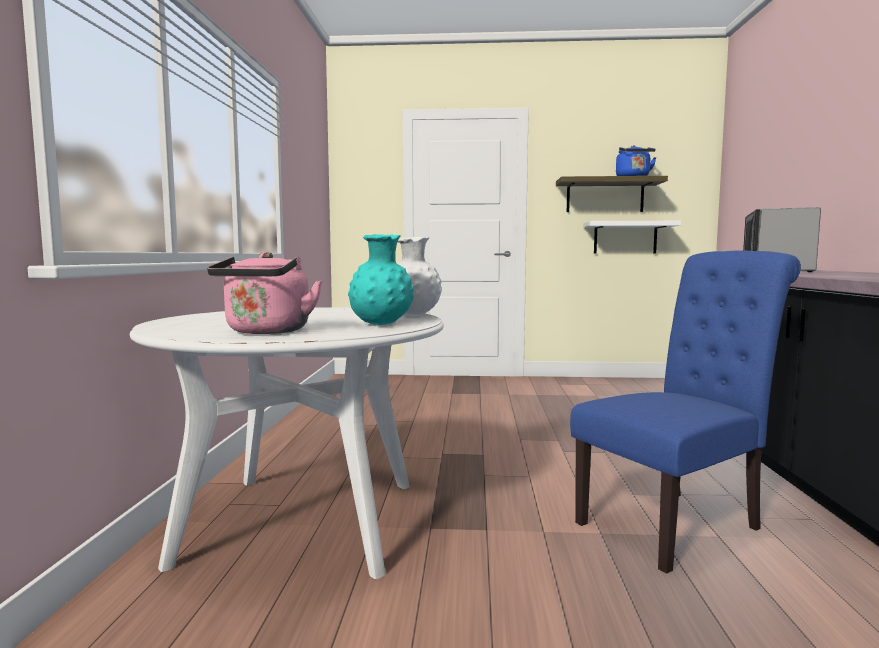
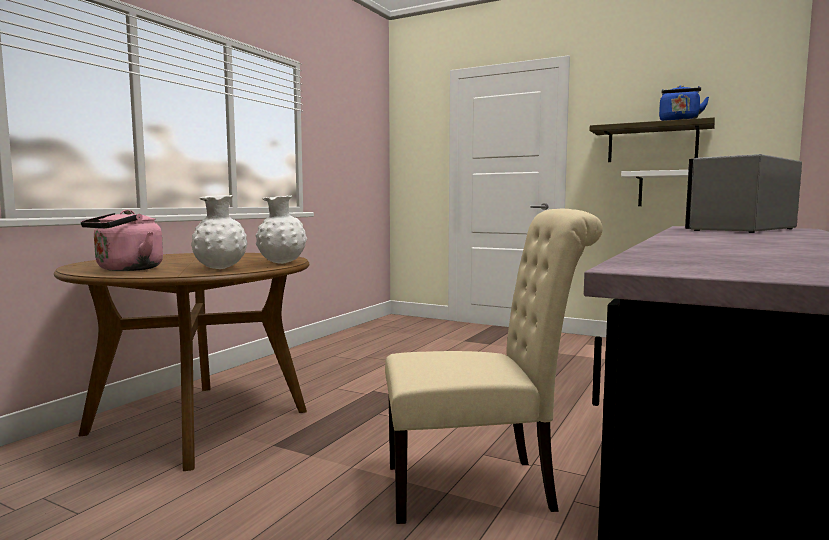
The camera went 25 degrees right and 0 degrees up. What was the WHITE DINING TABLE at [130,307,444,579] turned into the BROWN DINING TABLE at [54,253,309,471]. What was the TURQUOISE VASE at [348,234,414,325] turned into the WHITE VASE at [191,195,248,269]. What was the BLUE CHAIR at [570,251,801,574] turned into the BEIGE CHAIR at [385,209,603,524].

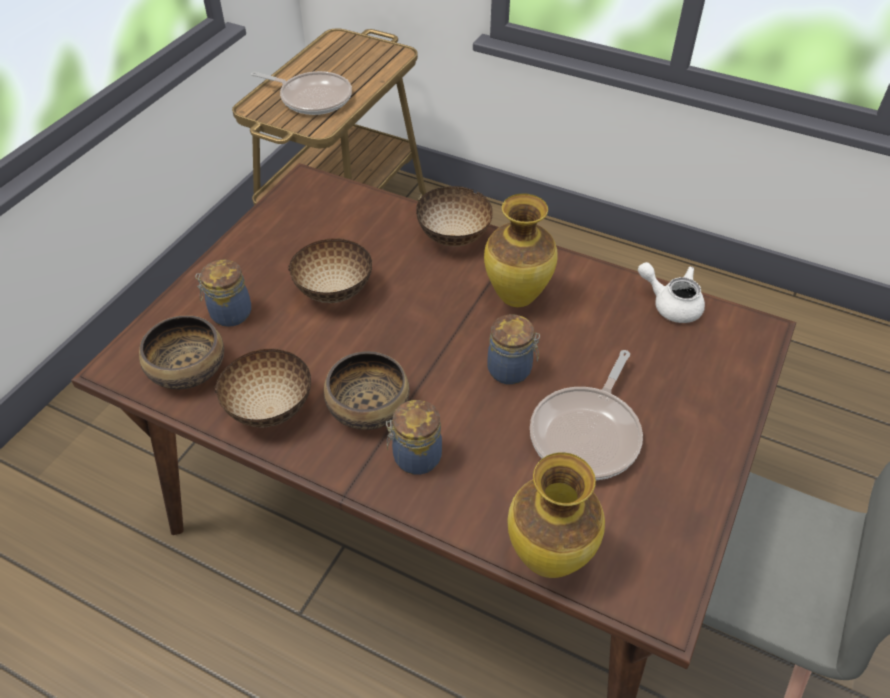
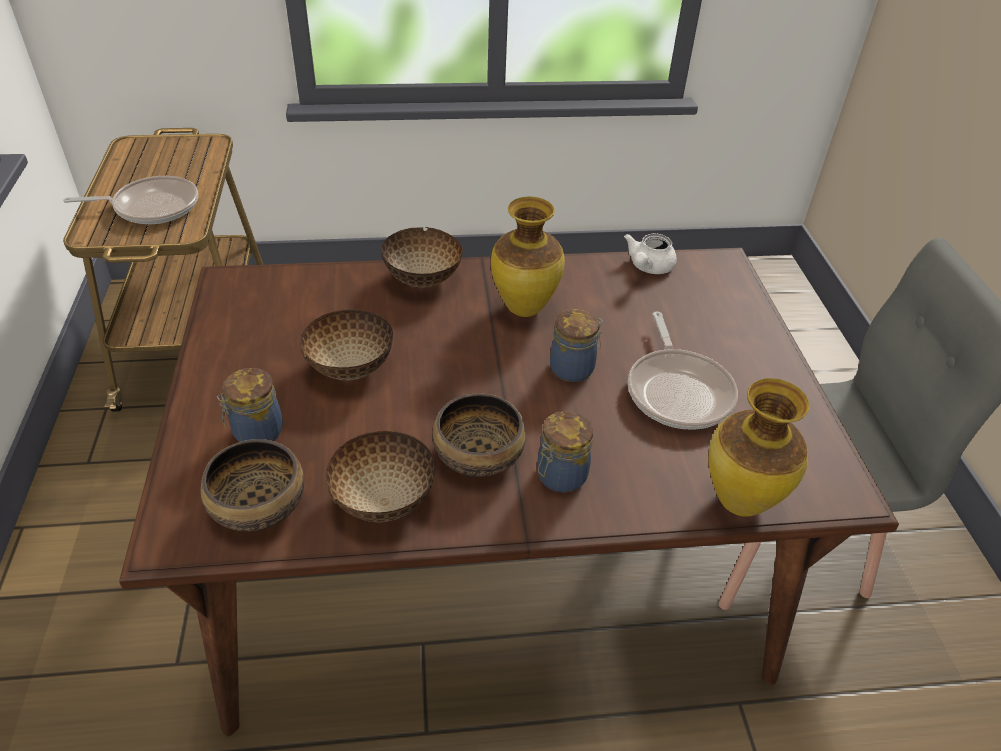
The camera went 35 degrees left and 5 degrees down. The WHITE TEAPOT at [638,262,705,323] ended up facing another way, 60 degrees counterclockwise from before.

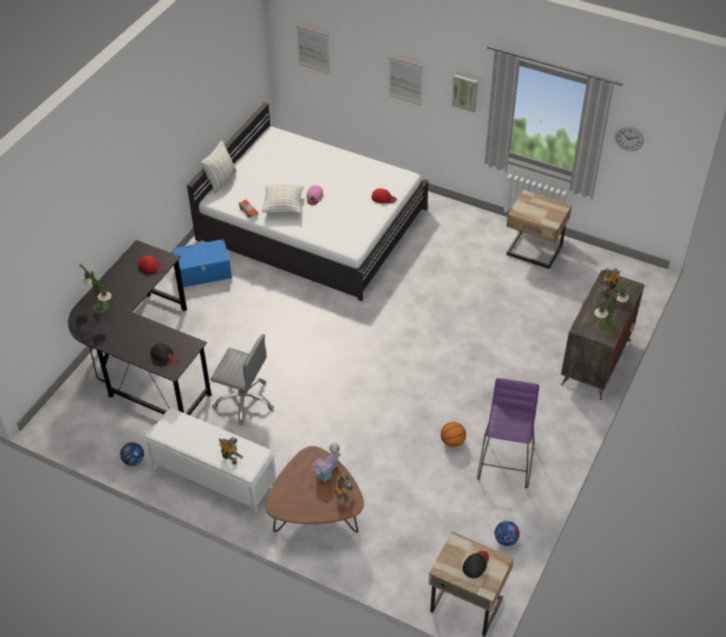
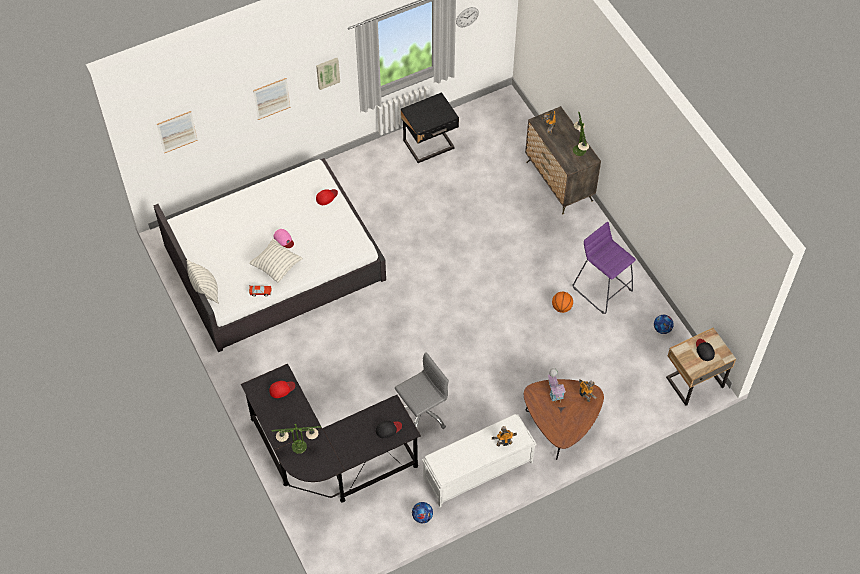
The camera went 55 degrees left and 10 degrees up. The second view lost the BLUE STORAGE BOX at [172,239,232,287]. What was the BEIGE NIGHTSTAND at [506,190,572,269] turned into the BLACK NIGHTSTAND at [401,92,459,163].

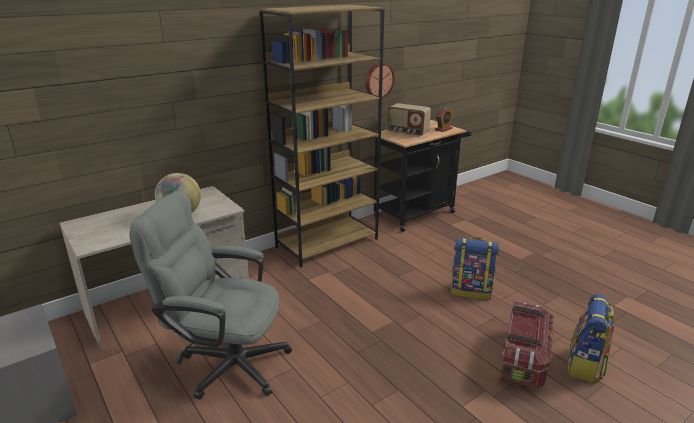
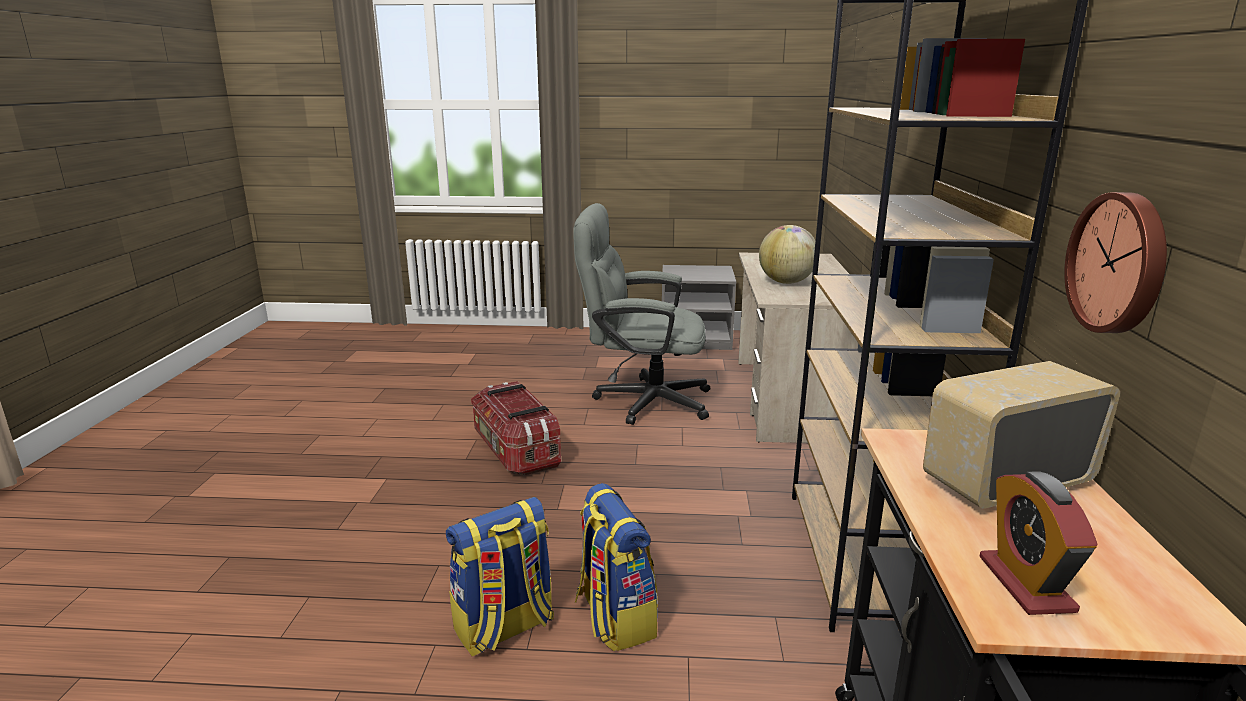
The camera went 130 degrees right and 5 degrees down. The STORAGE BOX ended up elsewhere, having gone from [500,301,554,388] to [471,381,561,476]. The BACKPACK ended up elsewhere, having gone from [568,294,614,383] to [575,483,658,652]. The GREY OFFICE CHAIR at [129,190,292,400] ended up facing another way, 135 degrees counterclockwise from before.

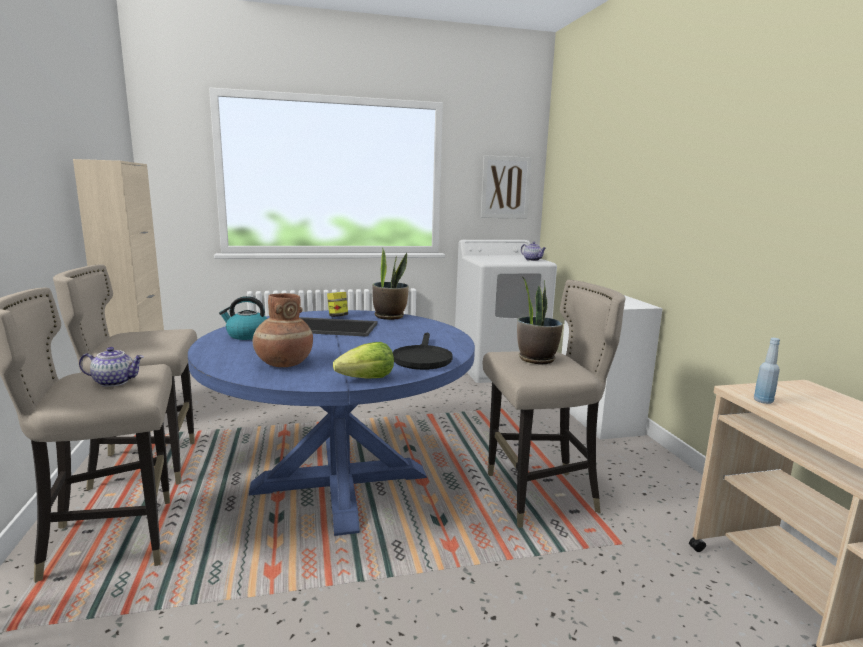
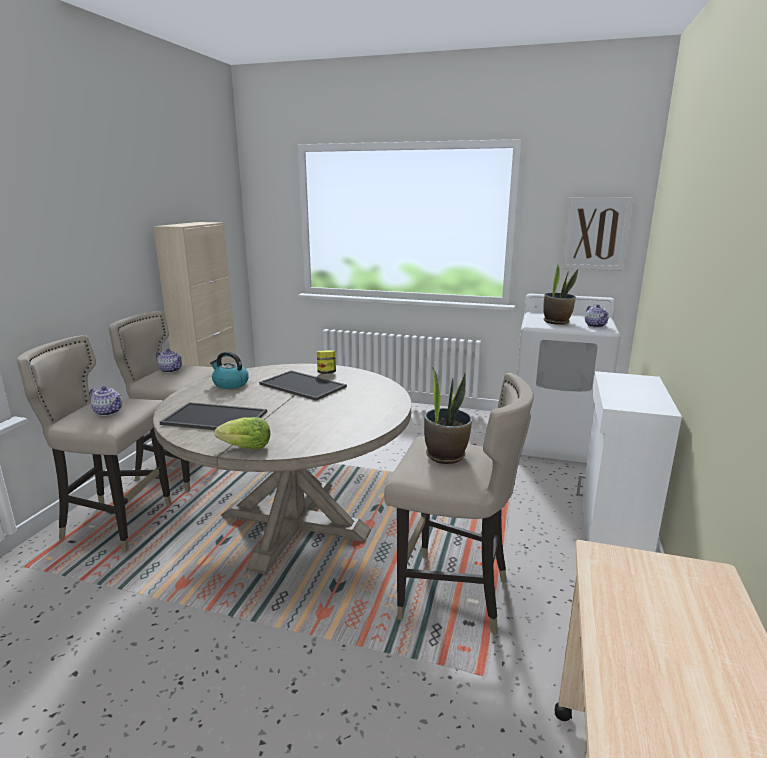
The camera went 30 degrees right and 5 degrees up. The second view lost the BLACK FRYING PAN at [392,333,453,370]. The second view lost the BLUE BOTTLE at [754,338,780,404]. The second view gained the TEAPOT at [156,349,182,373]. The POTTED PLANT ended up elsewhere, having gone from [372,247,409,320] to [543,264,578,325]. Where the BROWN VASE stood at [253,293,313,367], the TRAY came to stand at [160,402,267,430]. What was the BLUE DINING TABLE at [188,310,475,536] turned into the BEIGE DINING TABLE at [153,364,411,575].

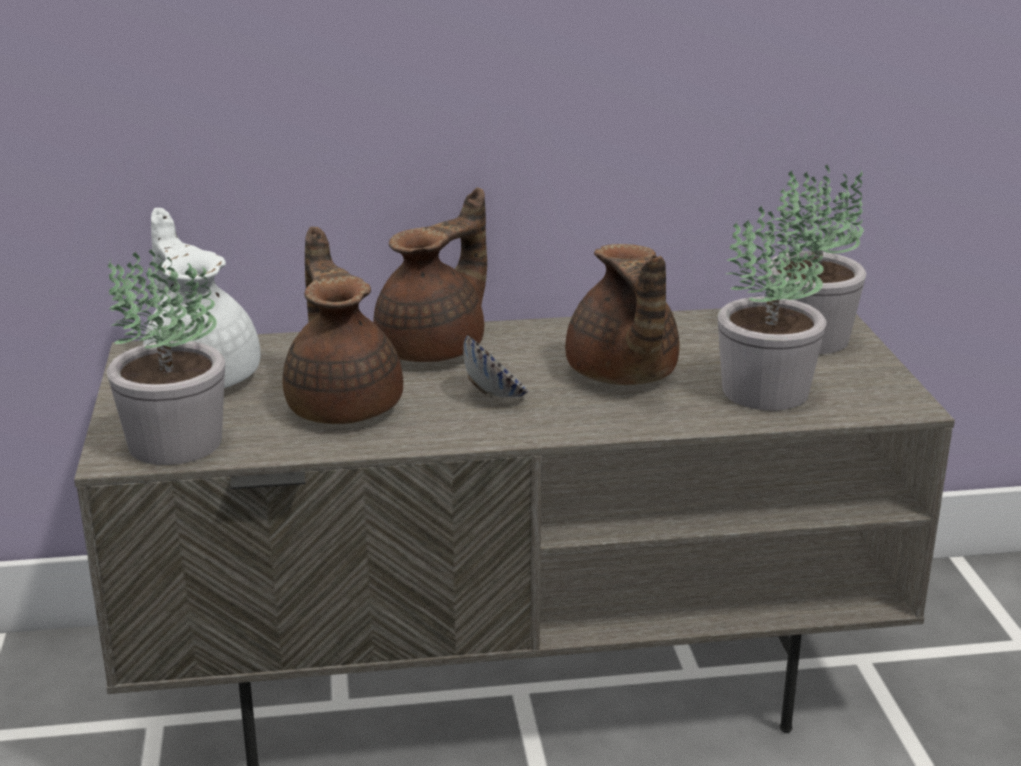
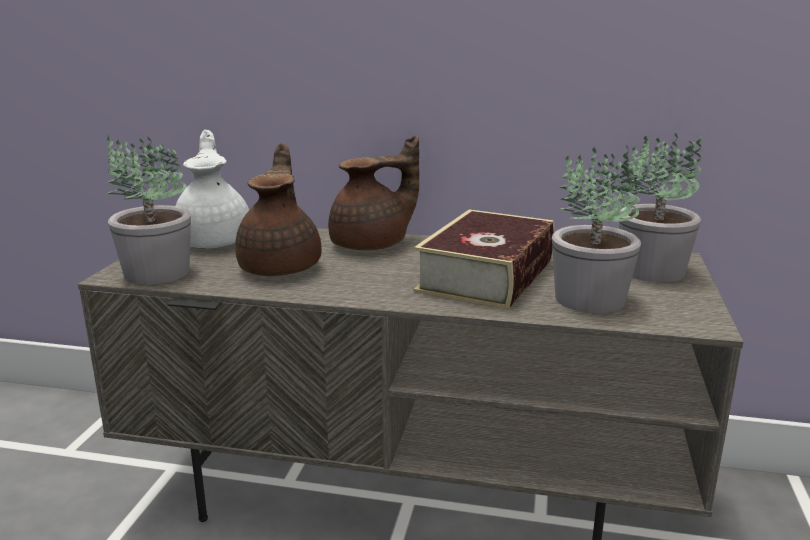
The camera went 20 degrees right and 5 degrees down. The second view lost the BOWL at [463,335,528,398]. Where the BROWN TEAPOT stood at [565,244,680,385], the BOOK came to stand at [413,209,555,309].

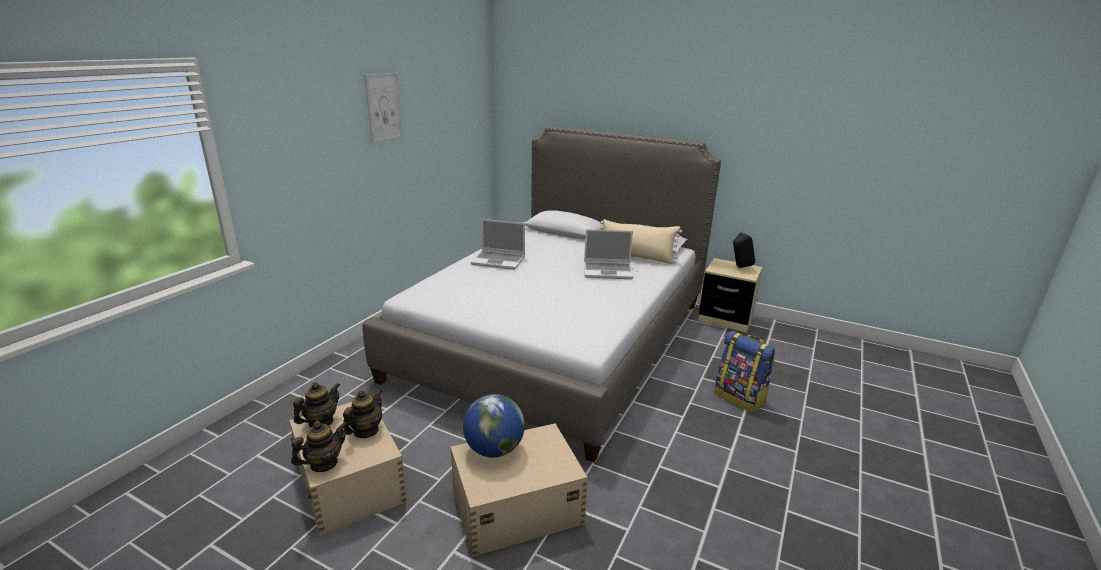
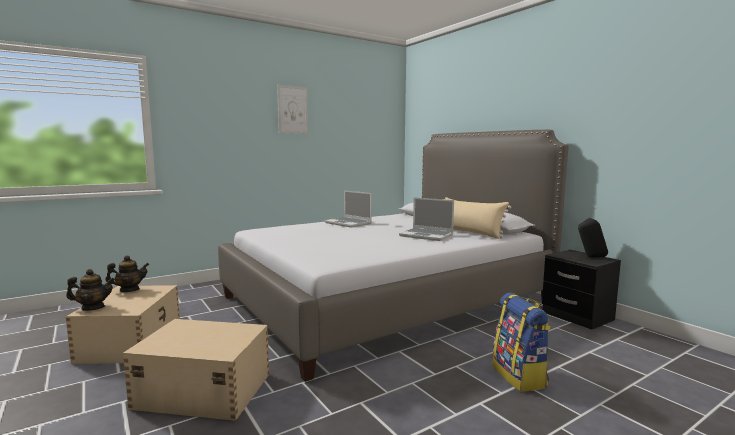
The camera went 30 degrees right and 15 degrees down. The second view lost the TEAPOT at [343,390,382,438]. The second view lost the GLOBE at [463,394,525,458]. What was the BEIGE NIGHTSTAND at [698,258,763,332] turned into the BLACK NIGHTSTAND at [542,250,621,330].

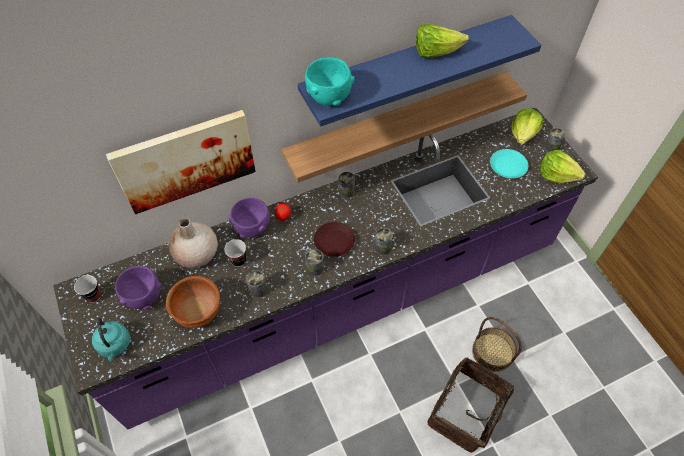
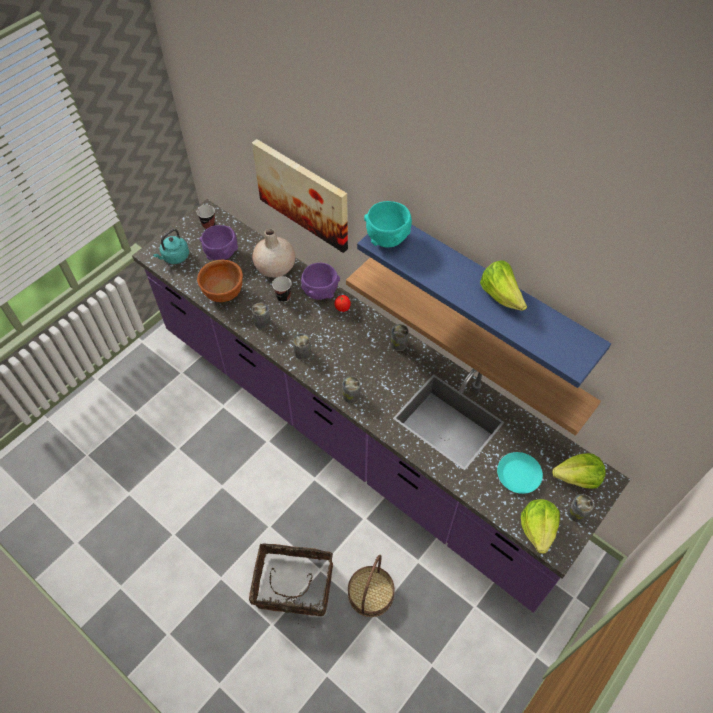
The camera went 65 degrees right and 0 degrees up. The second view lost the BROWN PLATE at [314,222,355,257].

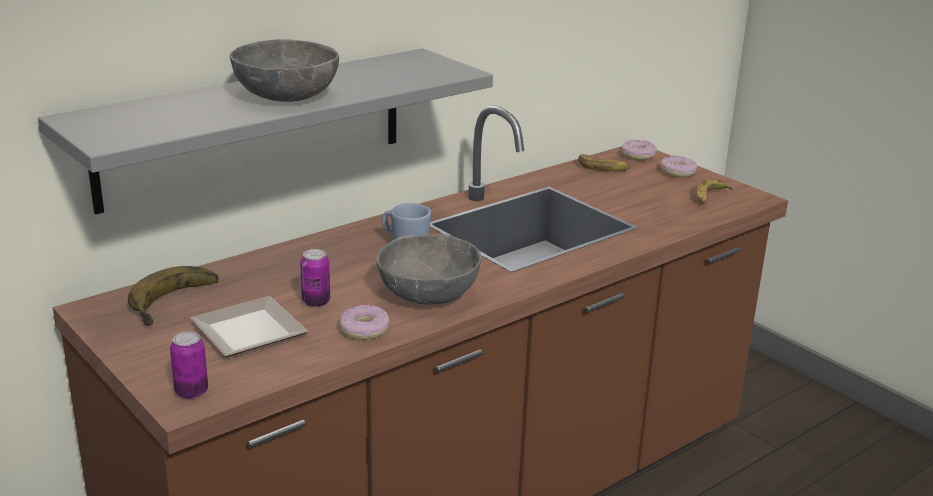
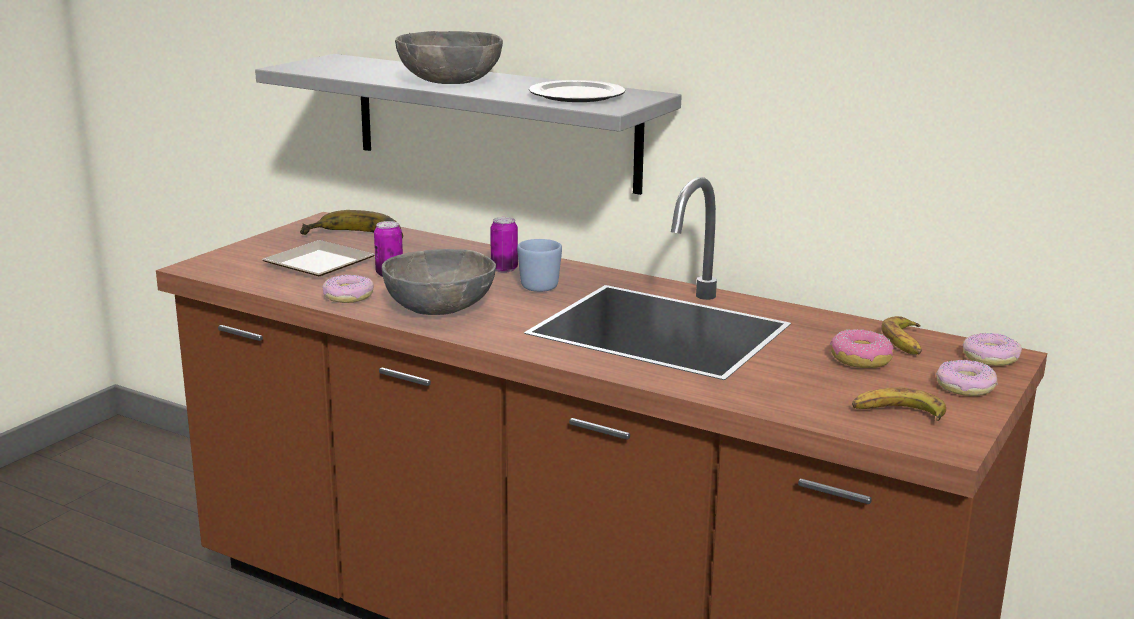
The camera went 70 degrees right and 5 degrees down. The second view gained the PLATE at [529,80,625,102]. The second view gained the DONUT at [830,329,894,368]. The CAN ended up elsewhere, having gone from [170,331,208,399] to [490,217,518,273].

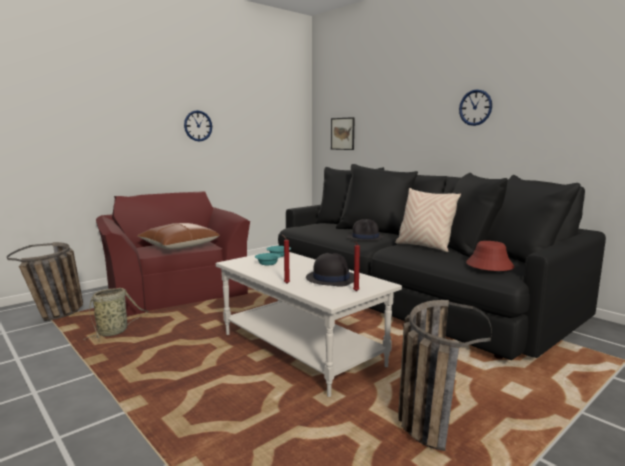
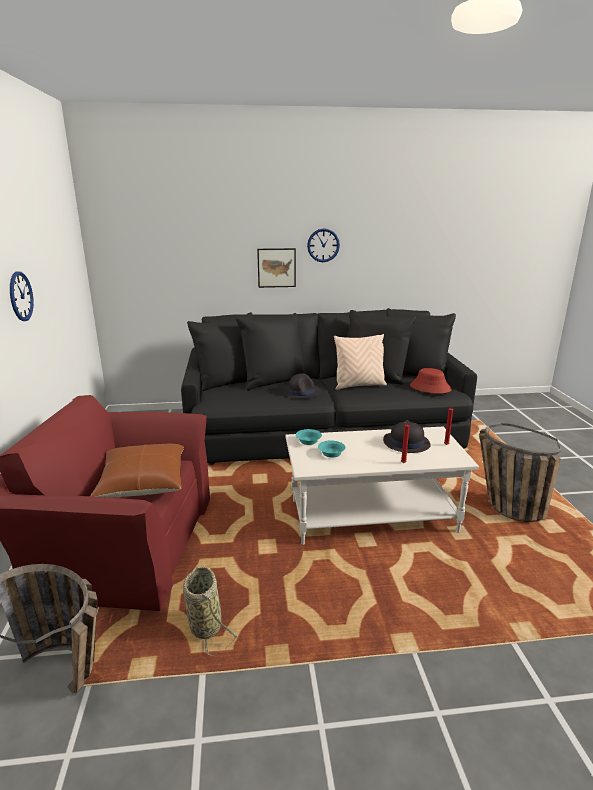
The camera went 55 degrees left and 10 degrees up. The PICTURE ended up elsewhere, having gone from [331,117,355,150] to [257,248,296,288].

